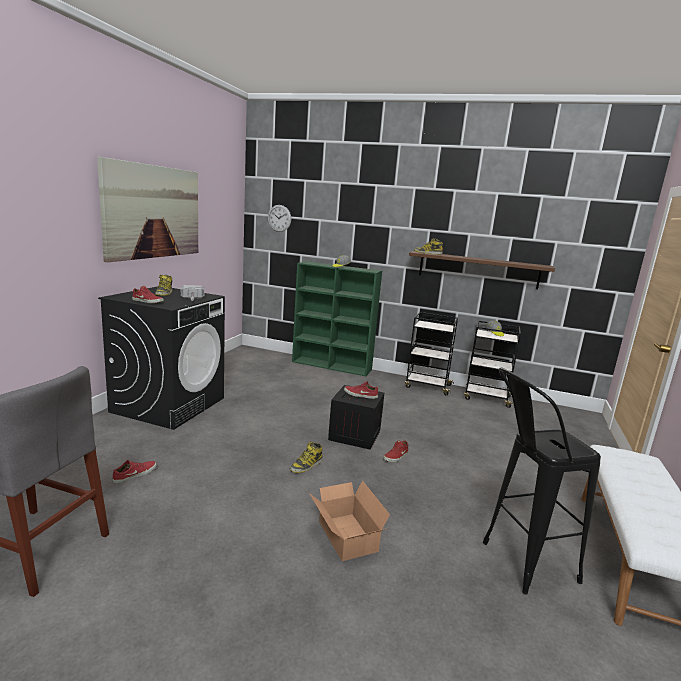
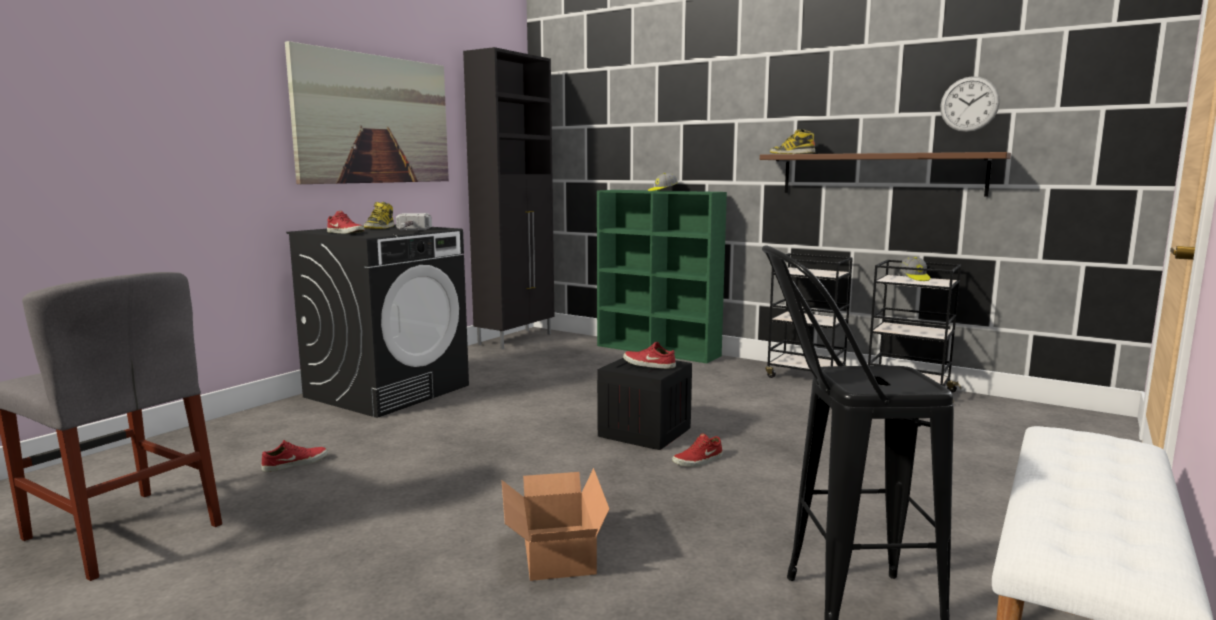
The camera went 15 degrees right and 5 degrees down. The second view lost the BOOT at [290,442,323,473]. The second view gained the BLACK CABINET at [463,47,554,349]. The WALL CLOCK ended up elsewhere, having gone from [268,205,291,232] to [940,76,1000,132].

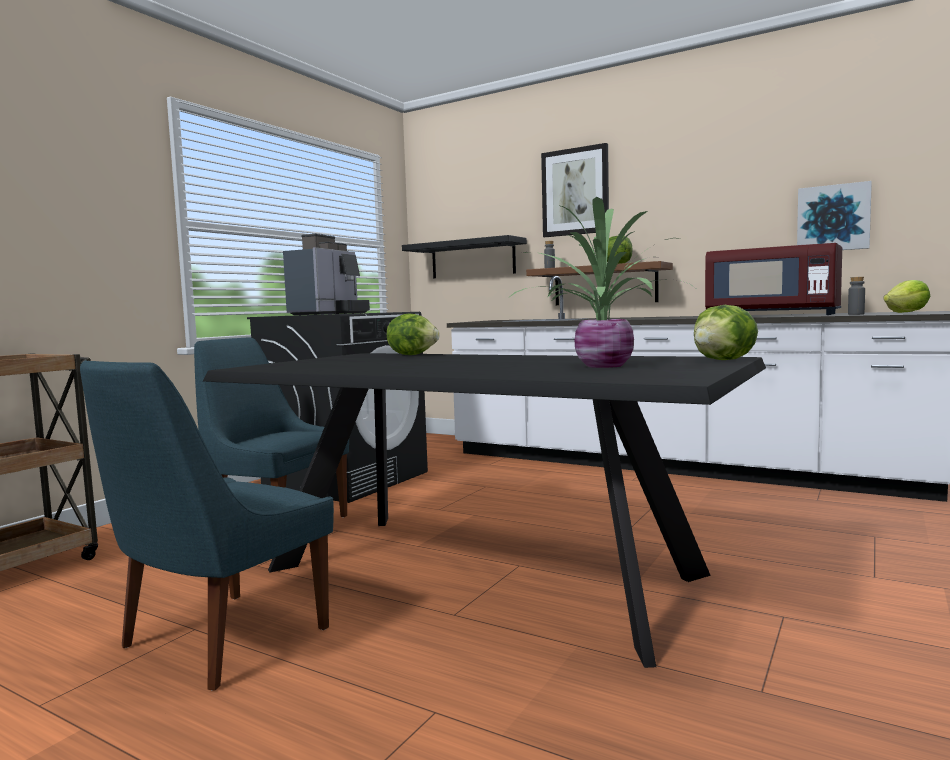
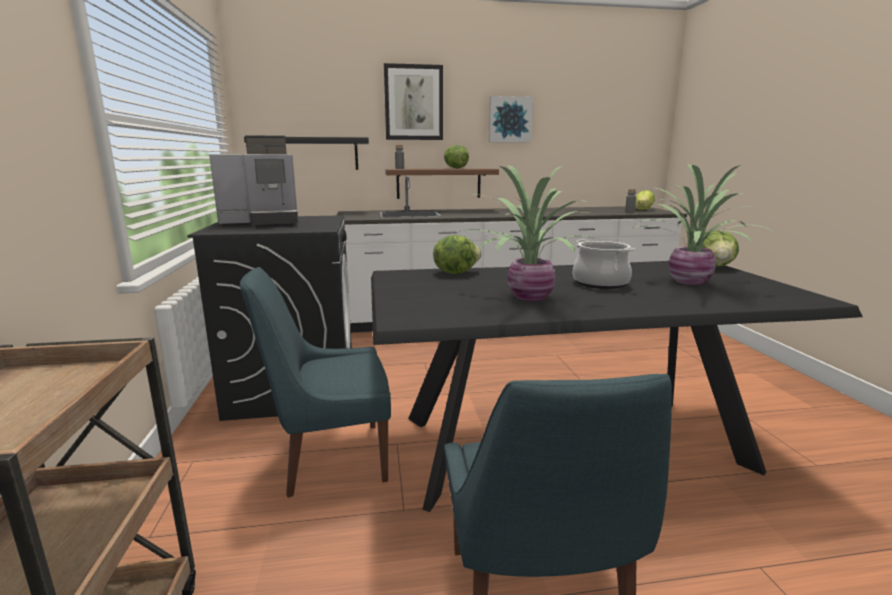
The camera went 40 degrees left and 10 degrees up. The second view lost the RED MICROWAVE at [705,243,842,315]. The second view gained the POTTED PLANT at [458,165,597,301]. The second view gained the COOKING POT at [573,239,635,289]. The PICTURE ended up elsewhere, having gone from [797,181,872,250] to [489,96,533,142]. The COFFEE MACHINE at [283,234,370,315] ended up facing another way, 90 degrees clockwise from before.

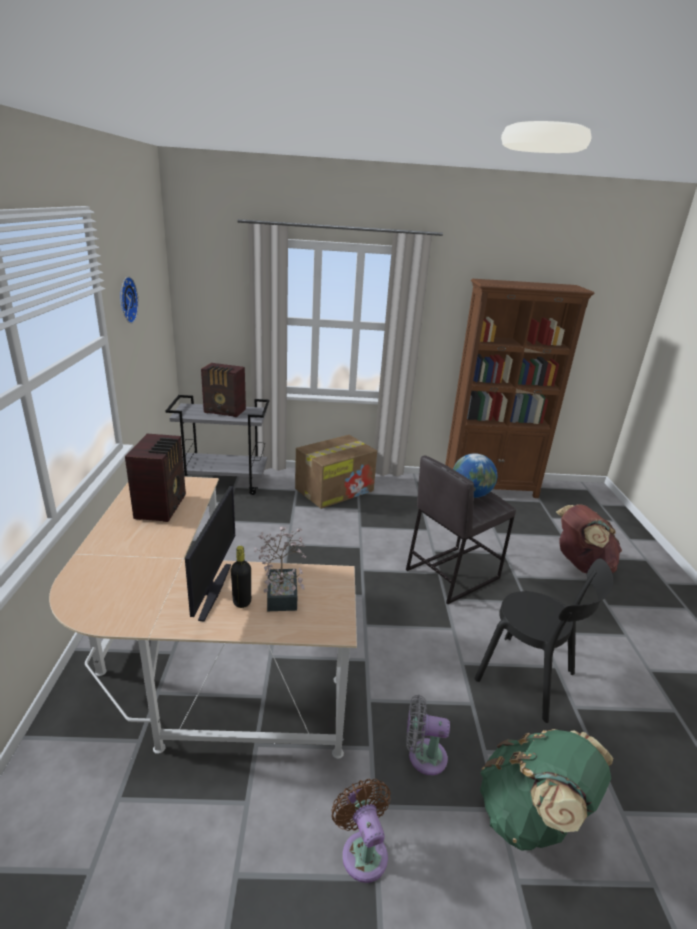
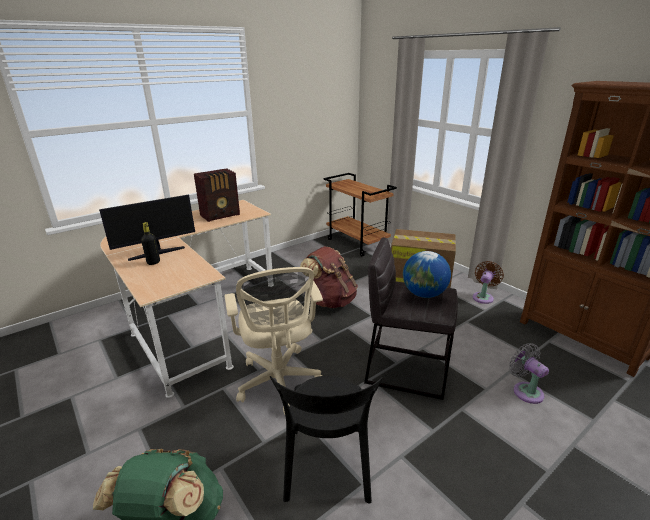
The camera went 55 degrees right and 0 degrees up. The second view lost the WALL CLOCK at [120,277,139,323]. The second view lost the RADIO at [201,363,246,417]. The second view lost the POTTED PLANT at [254,527,307,611]. The second view gained the BEIGE OFFICE CHAIR at [225,267,323,414]. The BROWN FAN ended up elsewhere, having gone from [331,779,391,883] to [472,261,504,304]. The GREY FAN ended up elsewhere, having gone from [406,695,450,775] to [509,343,549,404]. The BROWN BACKPACK ended up elsewhere, having gone from [556,504,622,573] to [300,246,358,308]. What was the GREY CART at [166,395,269,495] turned into the BROWN CART at [323,173,397,256].

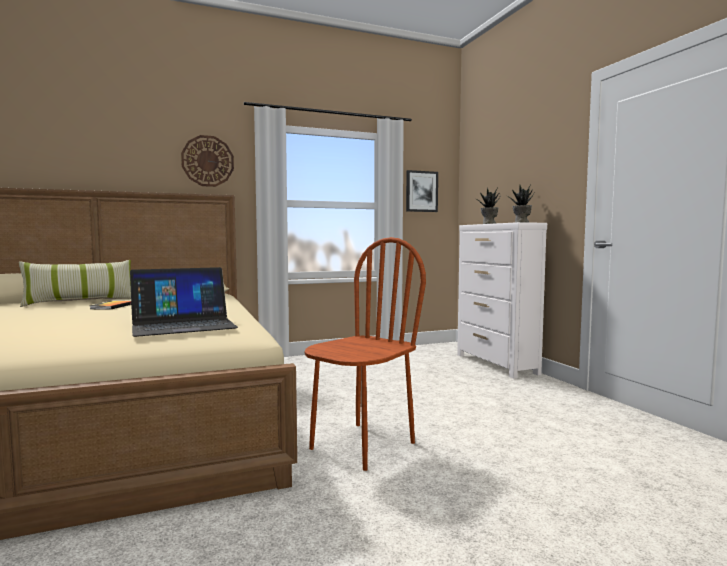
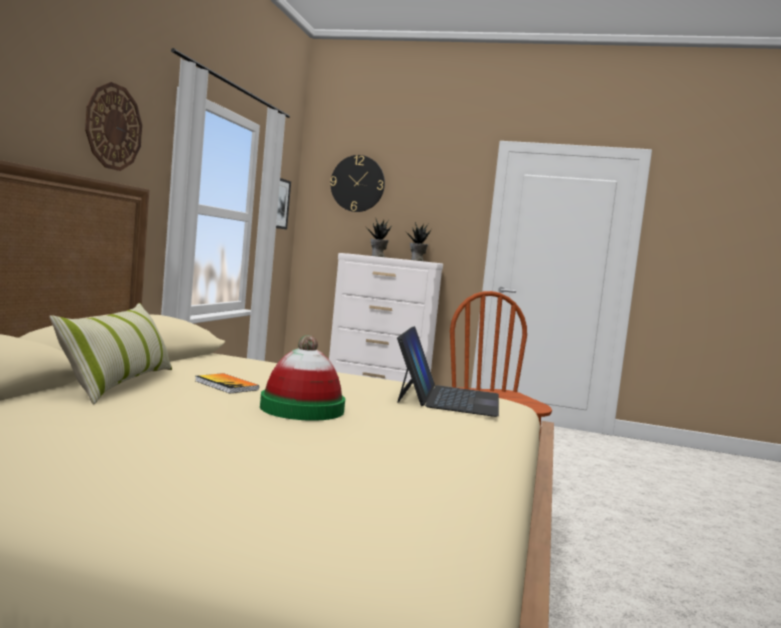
The camera went 55 degrees left and 0 degrees up. The second view gained the HAT at [260,335,345,421]. The second view gained the WALL CLOCK at [330,155,385,212].

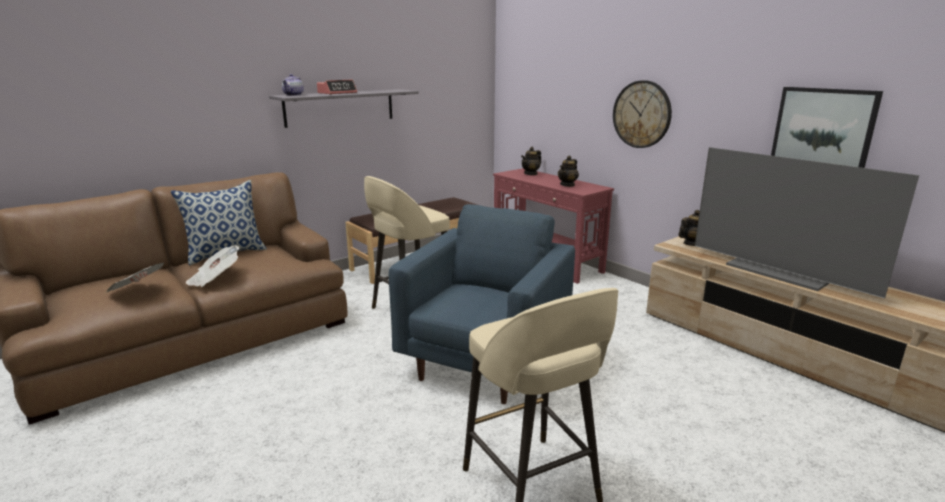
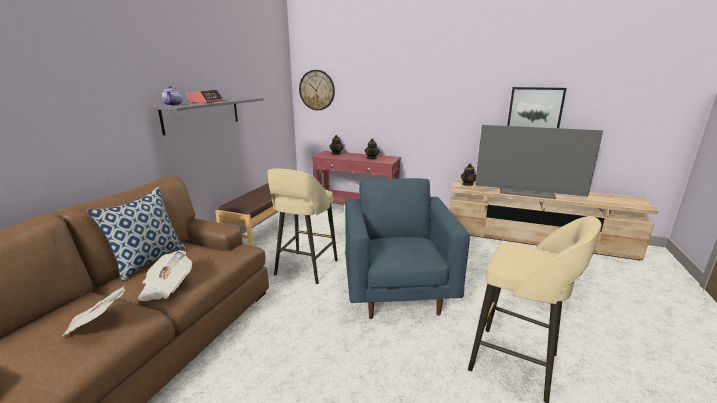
The camera went 30 degrees left and 0 degrees up. The WALL CLOCK ended up elsewhere, having gone from [613,80,672,148] to [299,70,335,110].

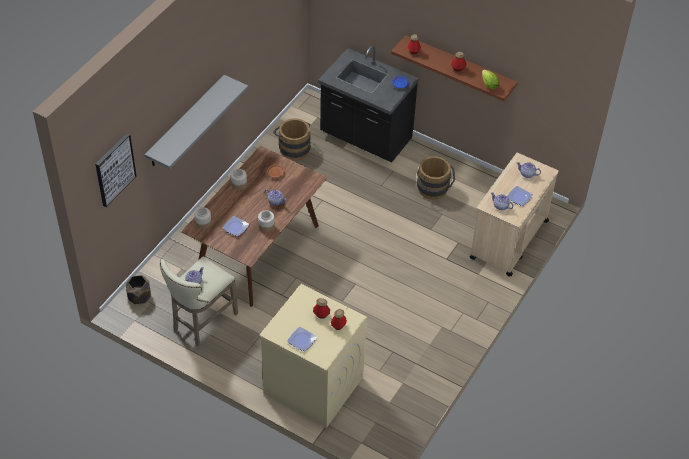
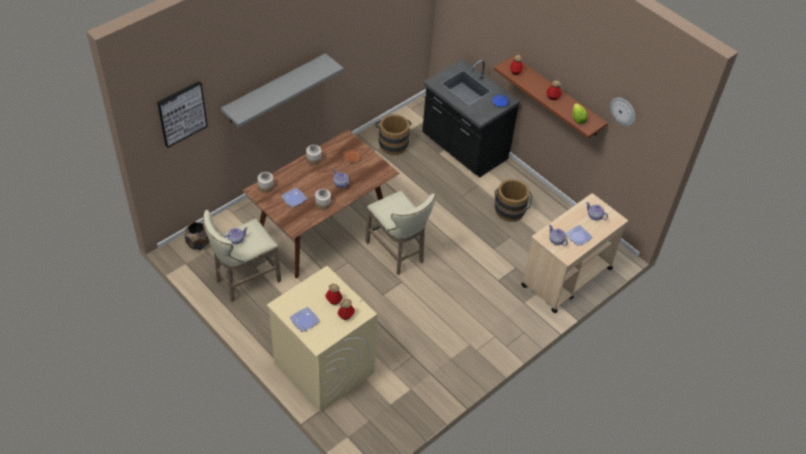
The camera went 15 degrees right and 0 degrees up. The second view gained the BEIGE STOOL at [366,191,436,275]. The second view gained the WALL CLOCK at [610,98,635,126].

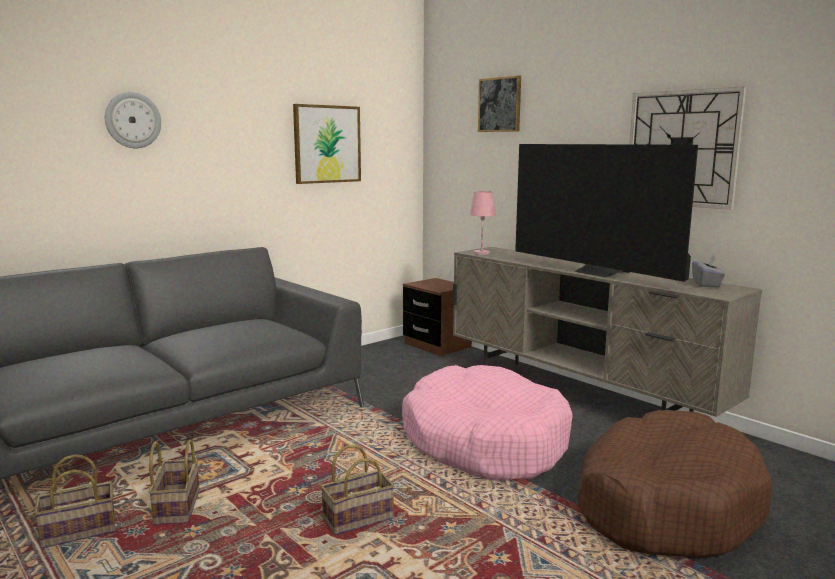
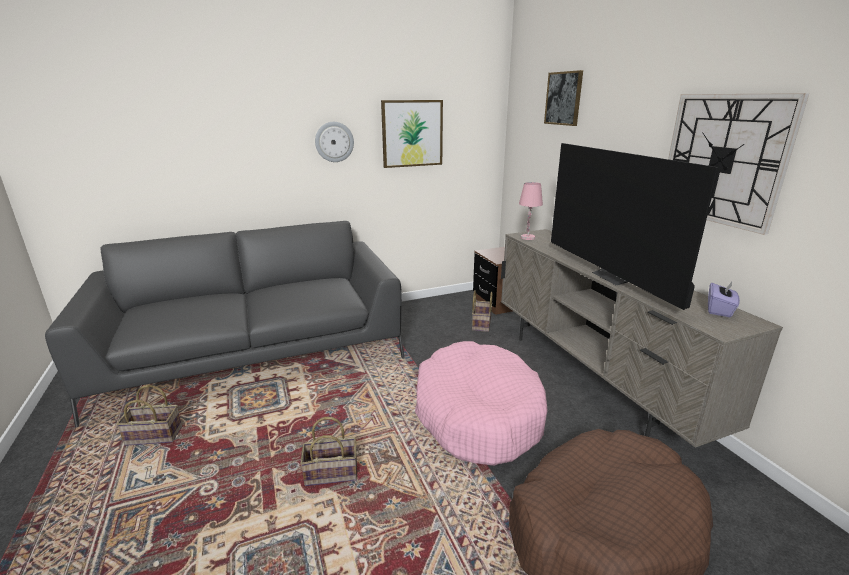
The camera went 20 degrees right and 10 degrees up. The WALL CLOCK ended up elsewhere, having gone from [105,92,161,148] to [315,122,354,162]. The BASKET ended up elsewhere, having gone from [148,440,200,525] to [472,290,492,332]. What was the GREY TISSUE BOX at [692,255,725,288] turned into the PURPLE TISSUE BOX at [708,280,740,317].

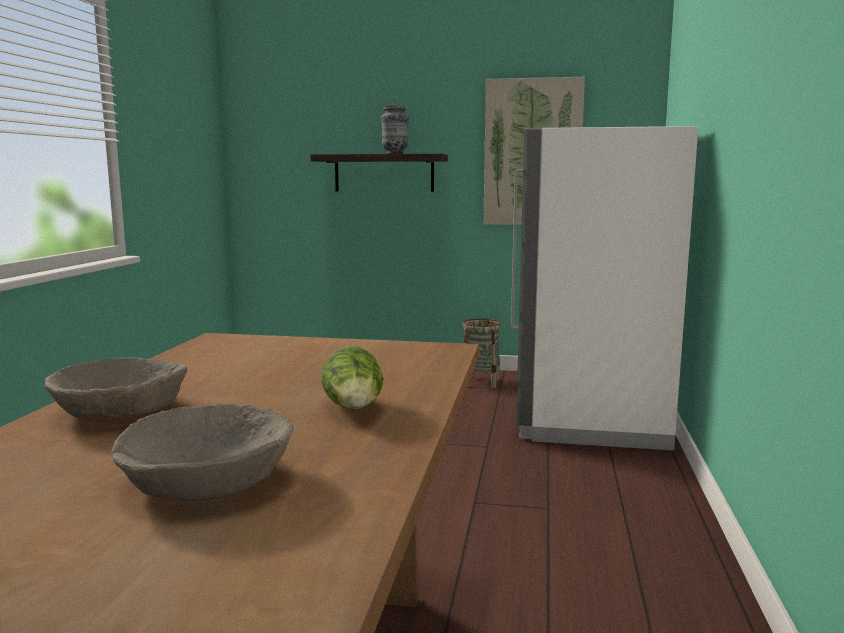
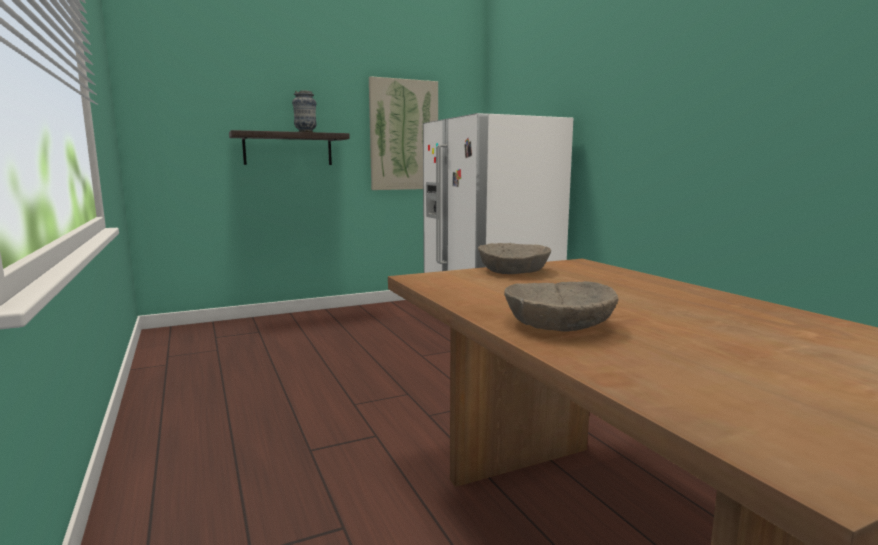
The camera went 35 degrees left and 0 degrees up. The second view lost the LETTUCE at [321,347,383,409]. The second view lost the BASKET at [462,318,501,388]. The BEIGE BOWL ended up elsewhere, having gone from [112,403,294,501] to [478,243,551,274].

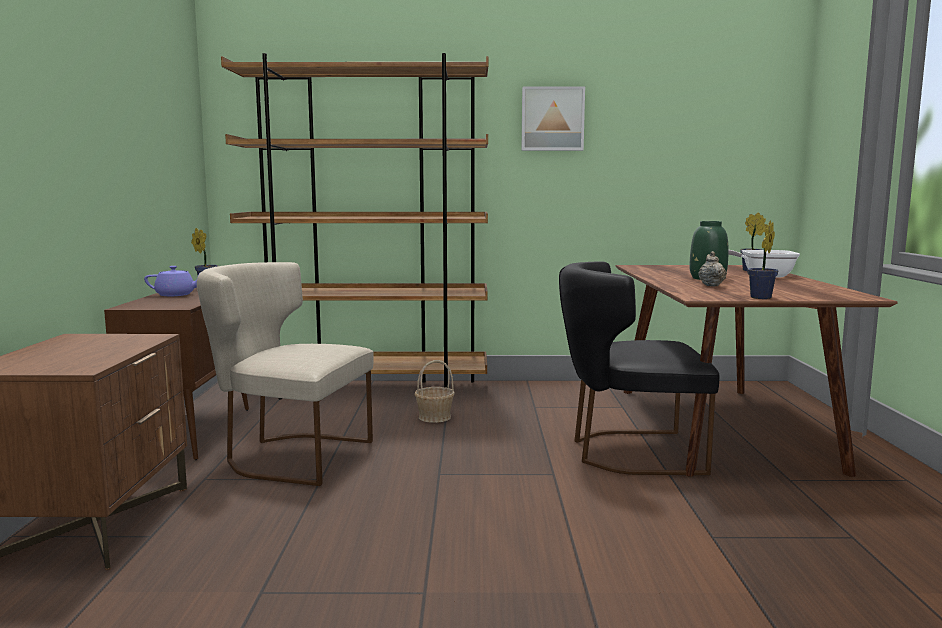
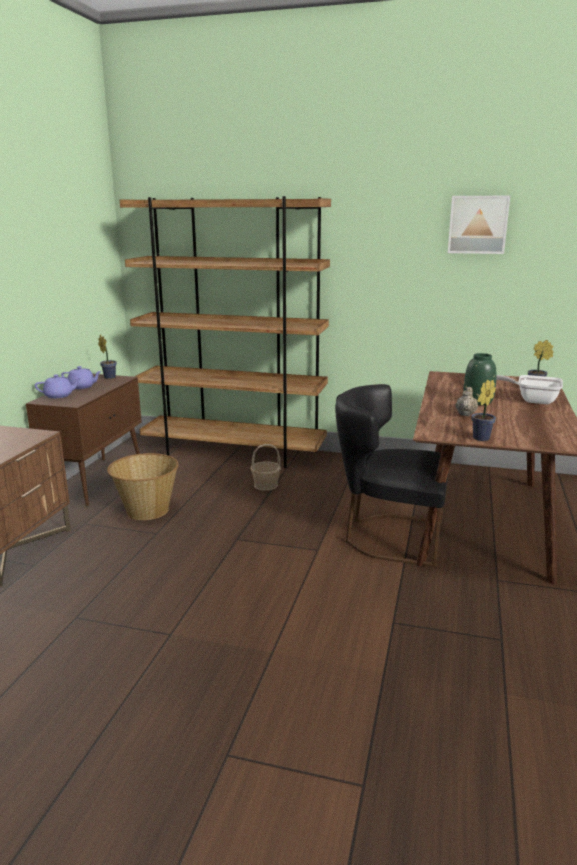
The camera went 15 degrees right and 10 degrees up. The second view gained the PURPLE TEAPOT at [35,374,81,398]. The PICTURE ended up elsewhere, having gone from [522,87,585,151] to [448,196,510,254]. Where the BEIGE CHAIR stood at [197,262,374,486], the BASKET came to stand at [107,453,179,520].

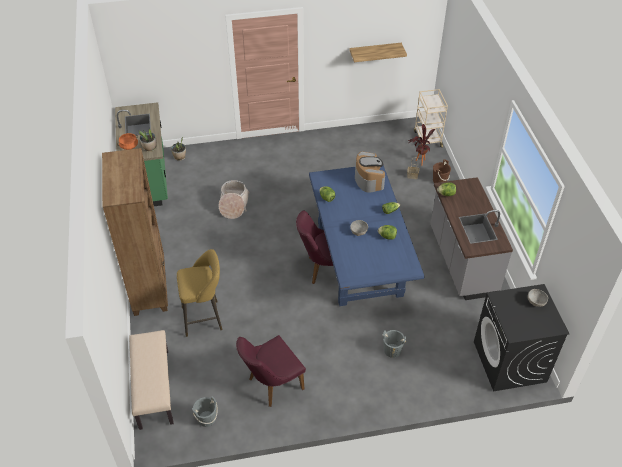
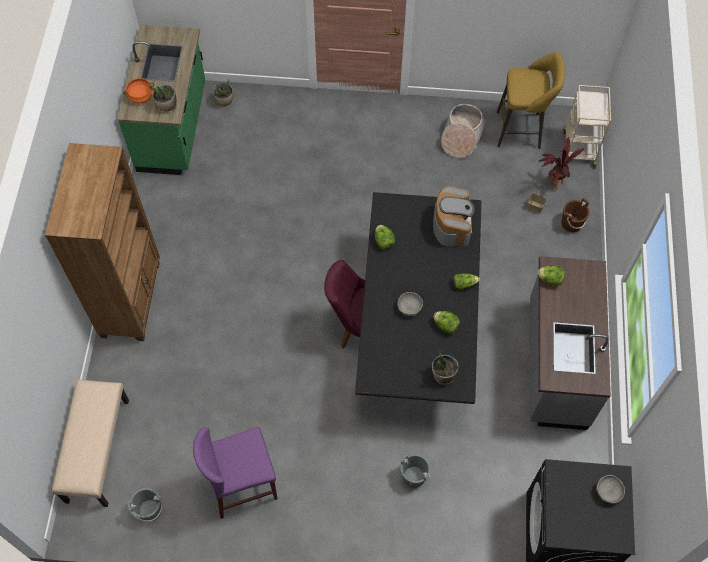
The camera went 15 degrees right and 15 degrees up. The second view lost the SHELF at [349,43,407,62]. The second view gained the POTTED PLANT at [432,349,459,385]. The YELLOW STOOL ended up elsewhere, having gone from [177,249,223,337] to [497,52,565,149]. The BASKET ended up elsewhere, having gone from [219,180,250,219] to [441,104,486,158]. Where the PURPLE CHAIR stood at [236,335,306,407], the PURPLE STOOL came to stand at [193,427,278,519]. What was the BLUE DINING TABLE at [309,165,425,306] turned into the BLACK DINING TABLE at [355,192,481,404].

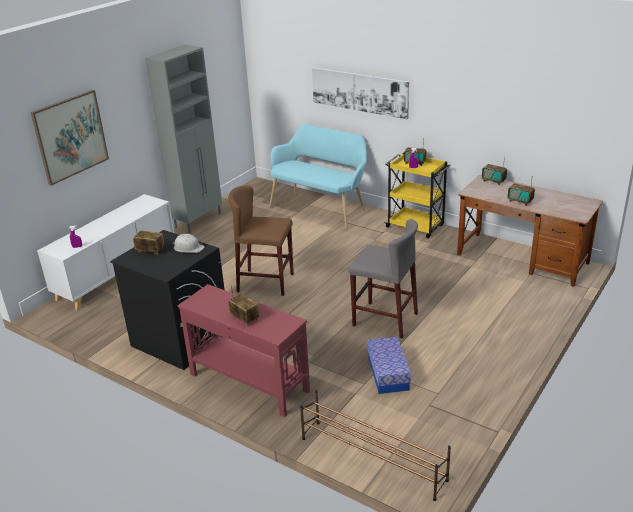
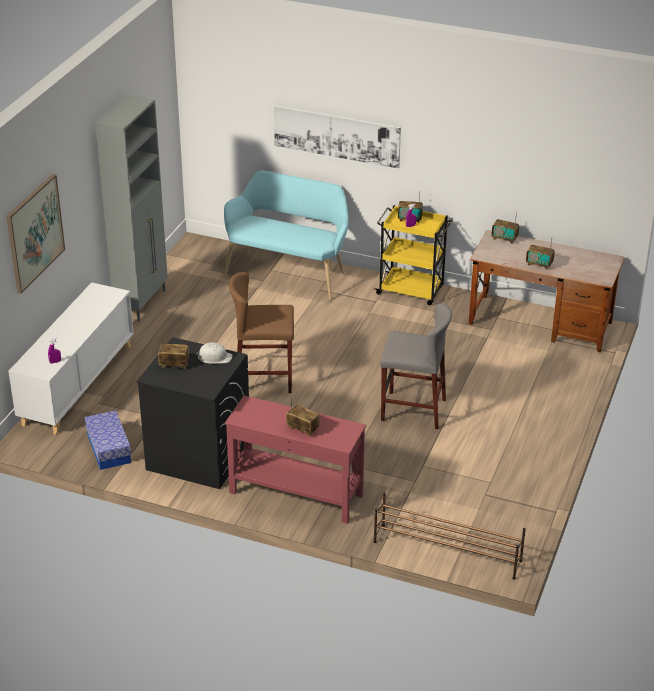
The camera went 15 degrees left and 5 degrees up. The STORAGE BOX ended up elsewhere, having gone from [367,337,411,394] to [85,410,131,470].

